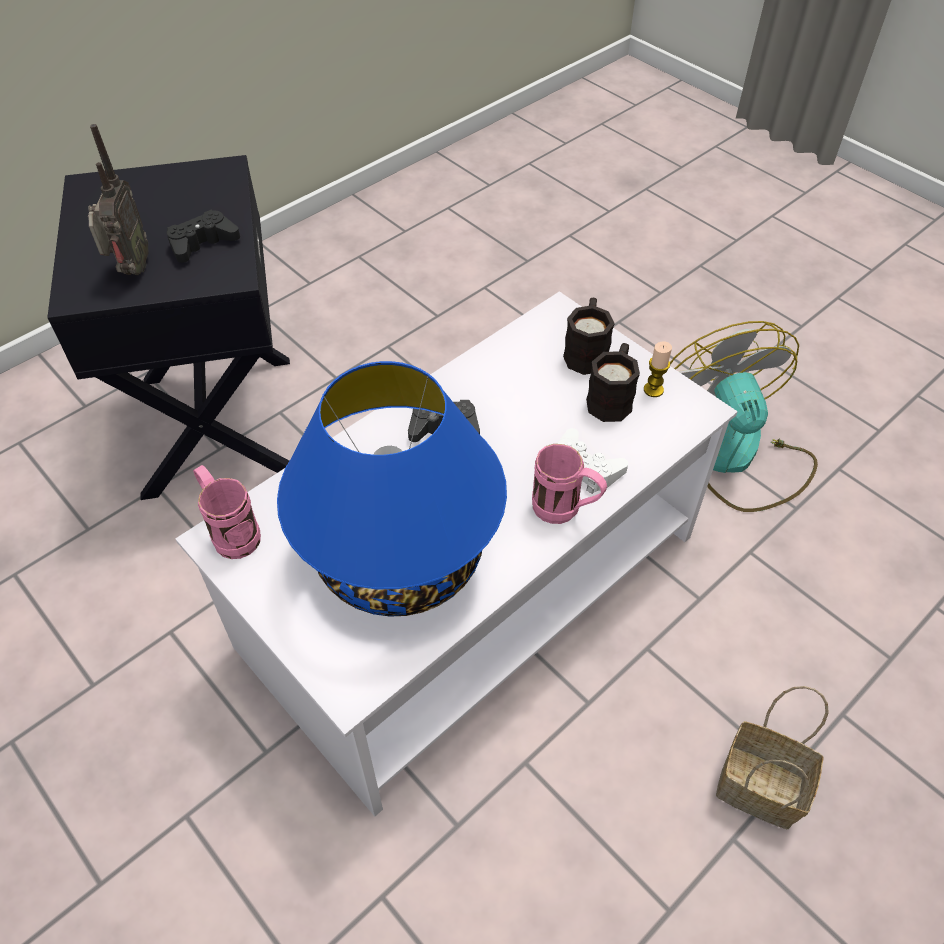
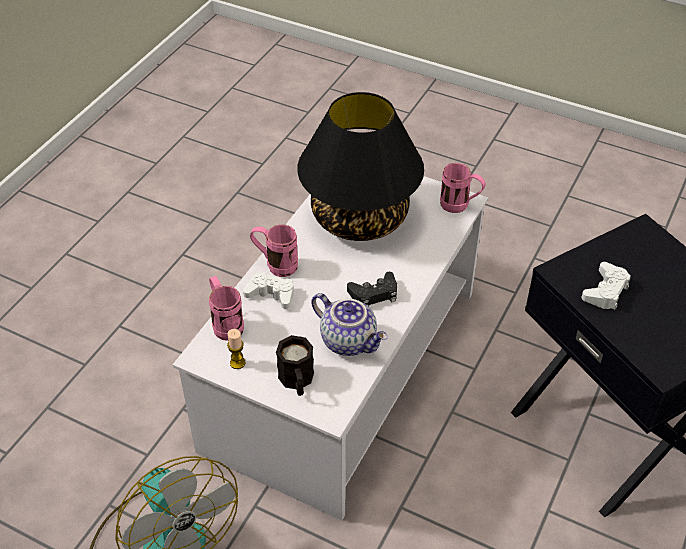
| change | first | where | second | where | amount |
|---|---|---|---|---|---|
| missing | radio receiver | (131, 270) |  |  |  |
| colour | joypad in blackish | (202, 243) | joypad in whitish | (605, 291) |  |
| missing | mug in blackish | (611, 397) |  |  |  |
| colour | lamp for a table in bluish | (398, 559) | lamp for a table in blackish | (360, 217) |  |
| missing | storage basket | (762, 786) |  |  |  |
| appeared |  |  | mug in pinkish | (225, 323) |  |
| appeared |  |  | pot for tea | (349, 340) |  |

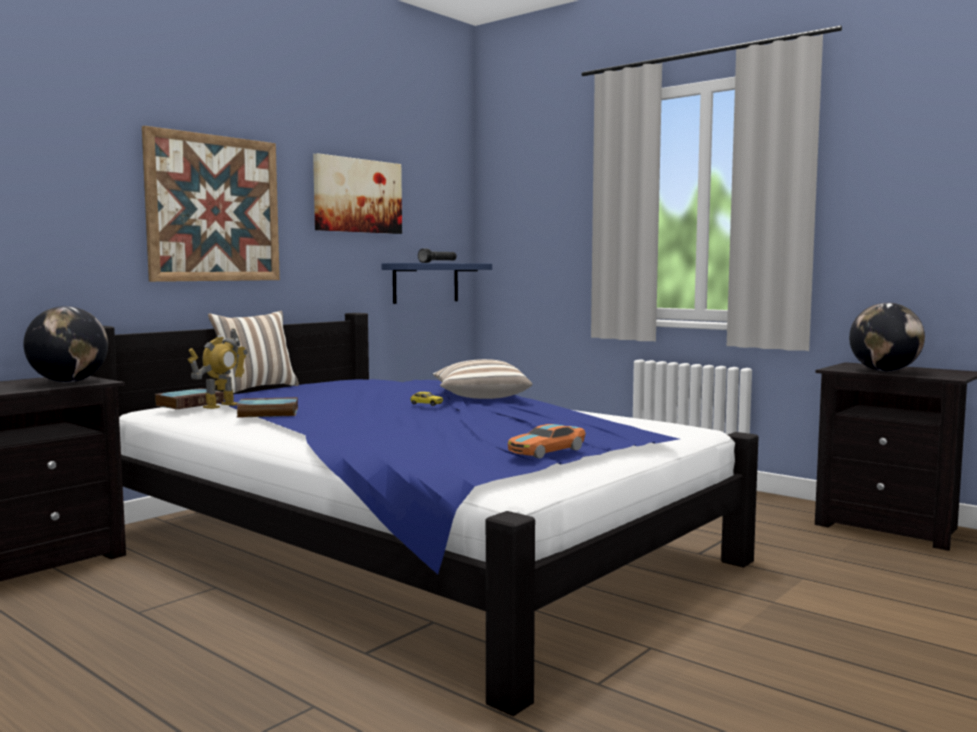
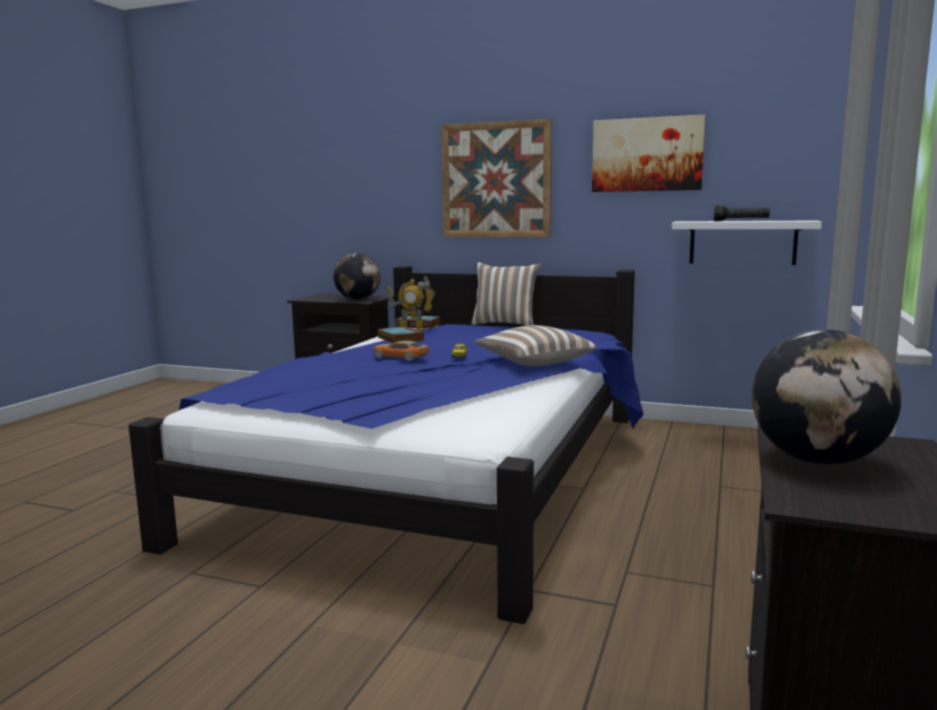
| change | first | where | second | where | amount |
|---|---|---|---|---|---|
| colour | wall shelf in bluish | (426, 282) | wall shelf in whitish | (742, 242) |  |
| relocated | model car | (546, 451) |  | (400, 357) |  |

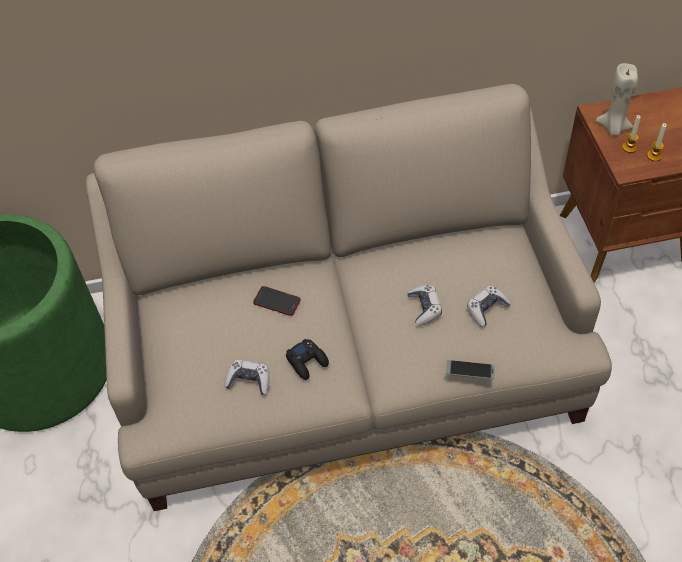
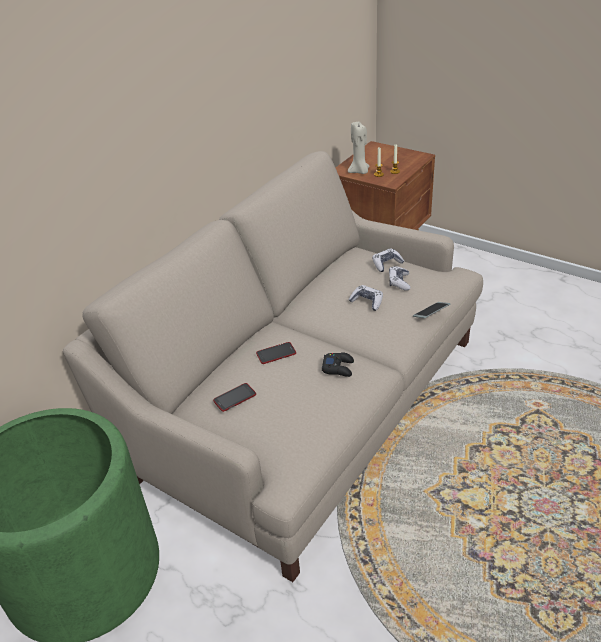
| change | first | where | second | where | amount |
|---|---|---|---|---|---|
| relocated | joypad | (249, 380) |  | (386, 264) |  |
| appeared |  |  | telephone | (234, 398) |  |

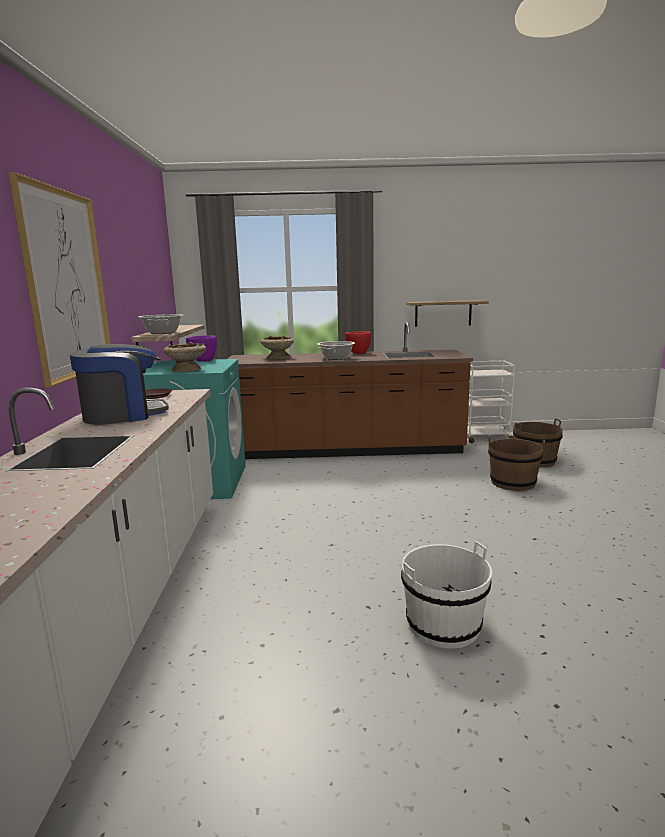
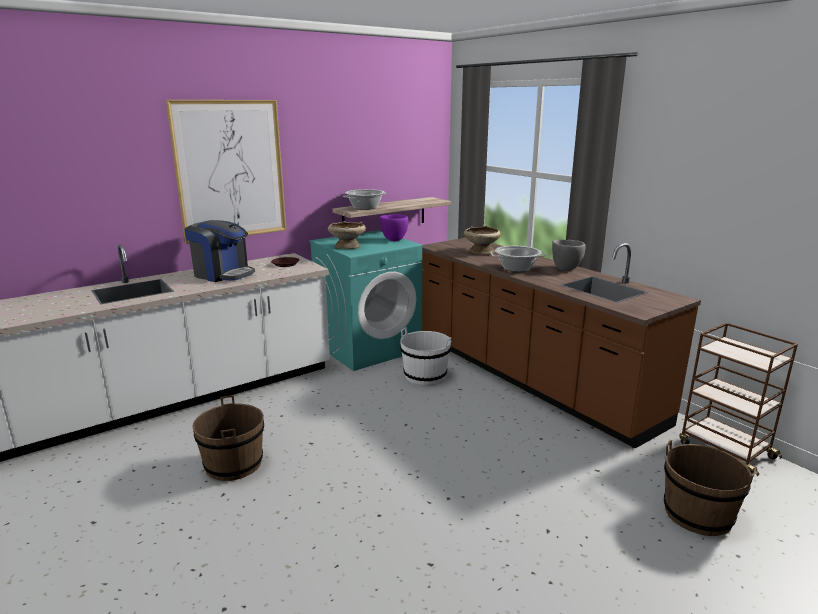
| change | first | where | second | where | amount |
|---|---|---|---|---|---|
| missing | wall shelf | (443, 313) |  |  |  |
| colour | bowl in reddish | (358, 353) | bowl in grey | (566, 268) |  |
| colour | wheeled cart in whitish | (485, 438) | wheeled cart in brown-coloured | (724, 450) |  |
| relocated | bucket in brown-coloured | (512, 482) |  | (234, 464) |  |
| relocated | bucket in whitish | (443, 624) |  | (425, 375) |  |

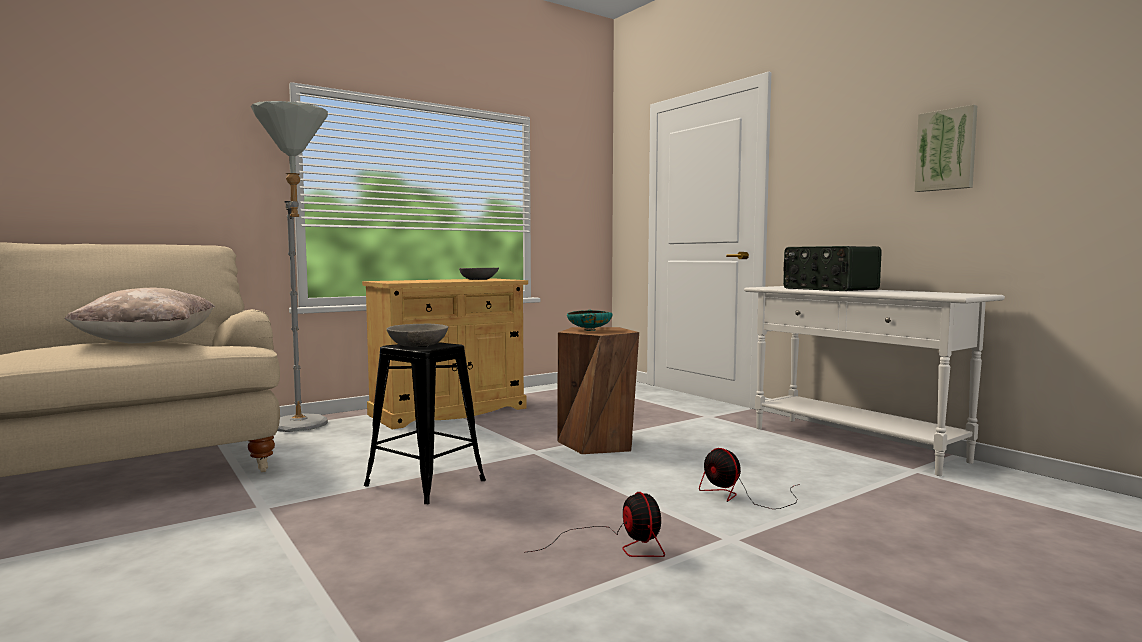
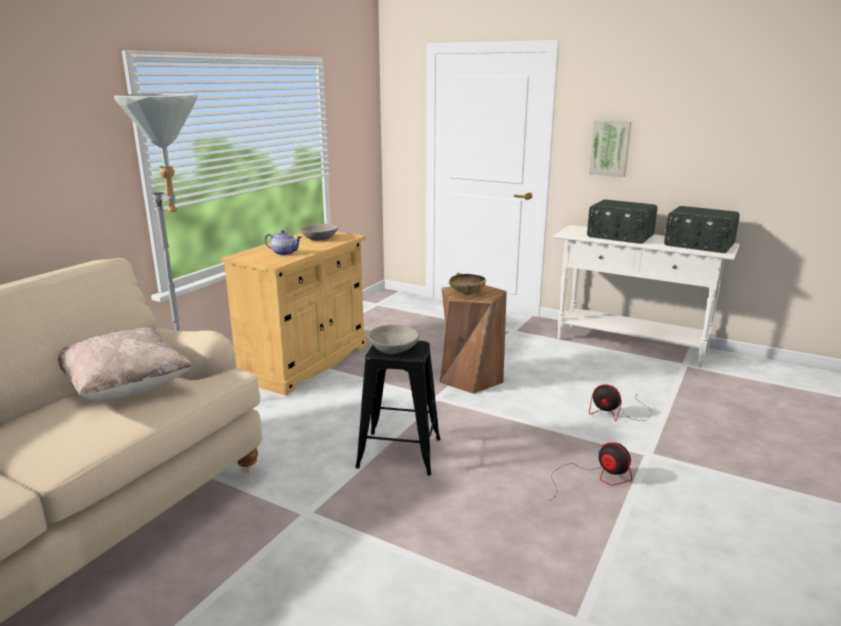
| change | first | where | second | where | amount |
|---|---|---|---|---|---|
| relocated | wall art | (946, 150) |  | (610, 148) |  |
| colour | bowl in blue-green | (589, 330) | bowl in beige | (467, 293) |  |
| appeared |  |  | radio receiver | (698, 245) |  |
| appeared |  |  | pot for tea | (284, 253) |  |

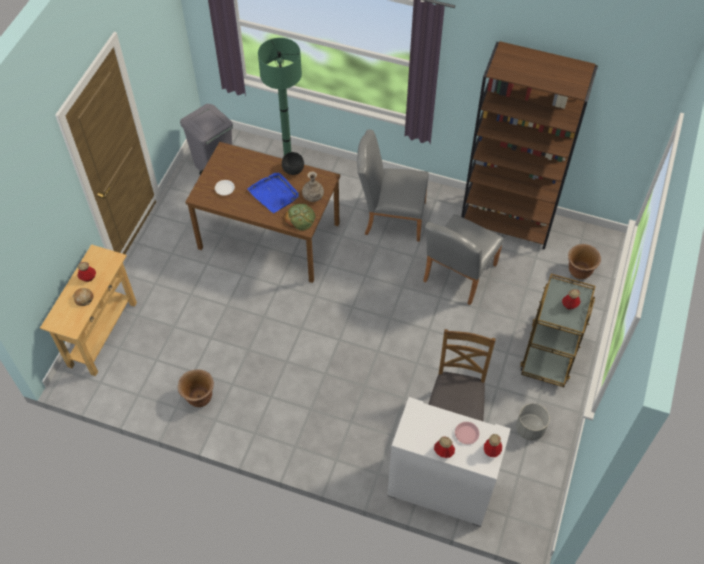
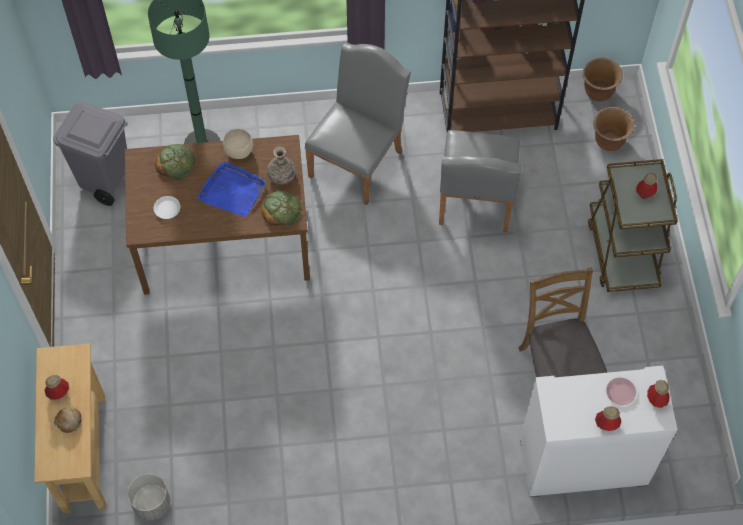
| change | first | where | second | where | amount |
|---|---|---|---|---|---|
| spun | upright chair in grey | (390, 216) |  | (359, 159) | 135 degrees clockwise |
| colour | bowl in blackish | (293, 169) | bowl in beige | (238, 151) |  |
| relocated | flower pot in brown-coloured | (199, 398) |  | (598, 92) |  |
| relocated | flower pot in grey | (529, 428) |  | (151, 503) |  |
| appeared |  |  | baked bread | (176, 163) |  |

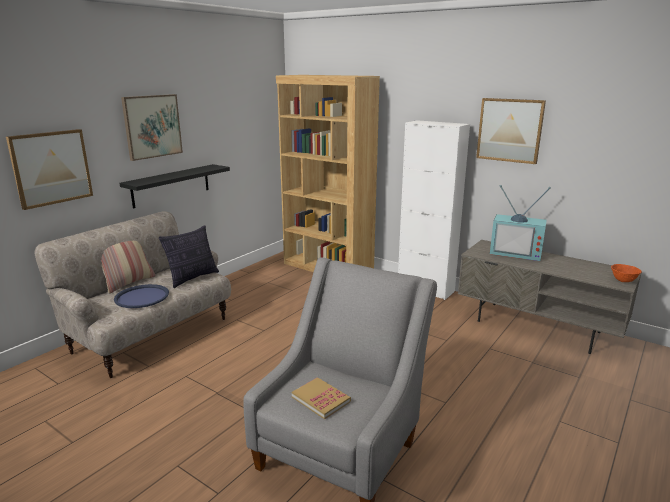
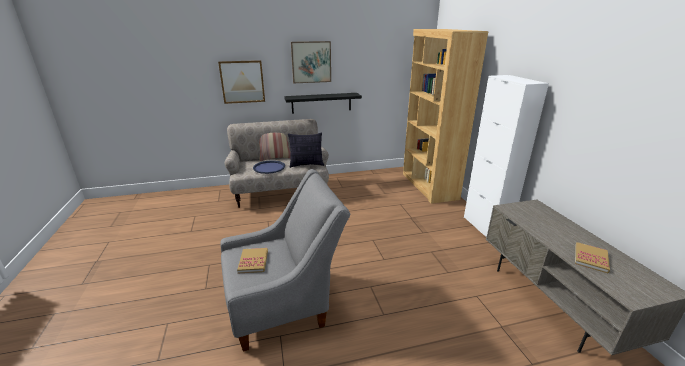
| change | first | where | second | where | amount |
|---|---|---|---|---|---|
| missing | wall art | (510, 130) |  |  |  |
| missing | TV set | (516, 252) |  |  |  |
| missing | bowl in orange | (623, 280) |  |  |  |
| appeared |  |  | bound book | (591, 258) |  |

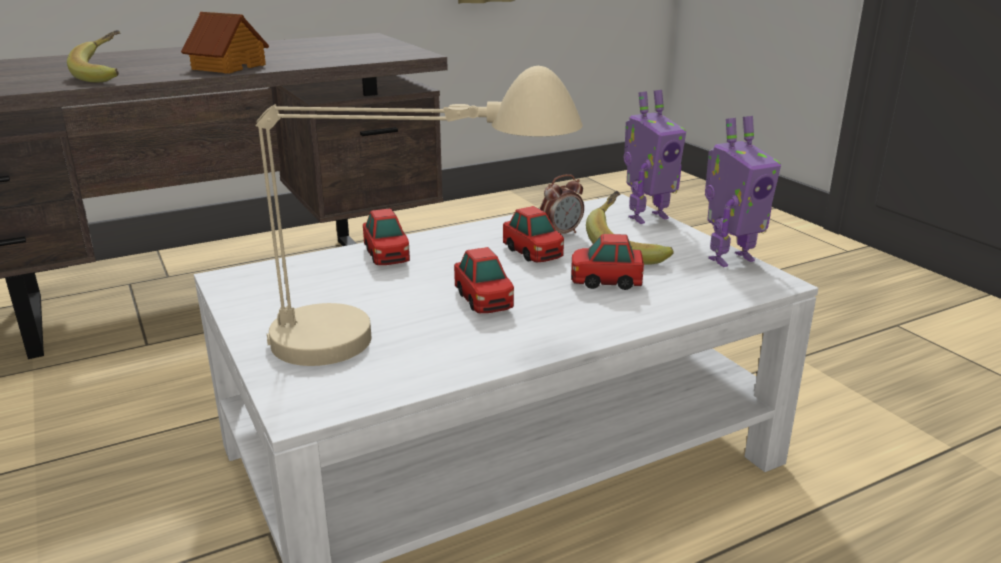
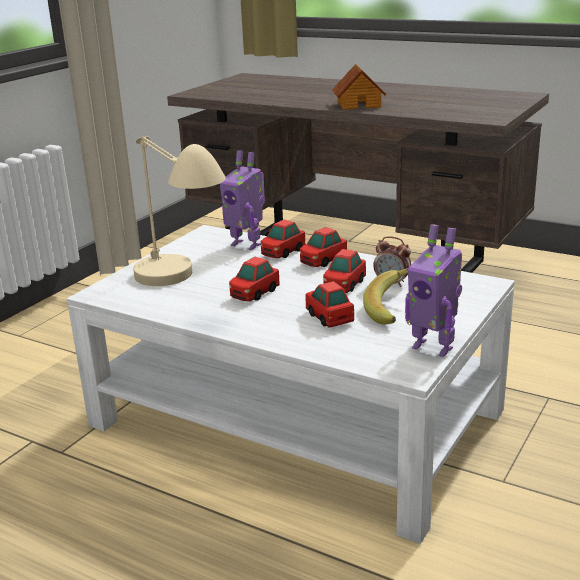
| change | first | where | second | where | amount |
|---|---|---|---|---|---|
| missing | banana | (109, 76) |  |  |  |
| relocated | model robot | (646, 217) |  | (247, 244) |  |
| appeared |  |  | model car | (323, 260) |  |

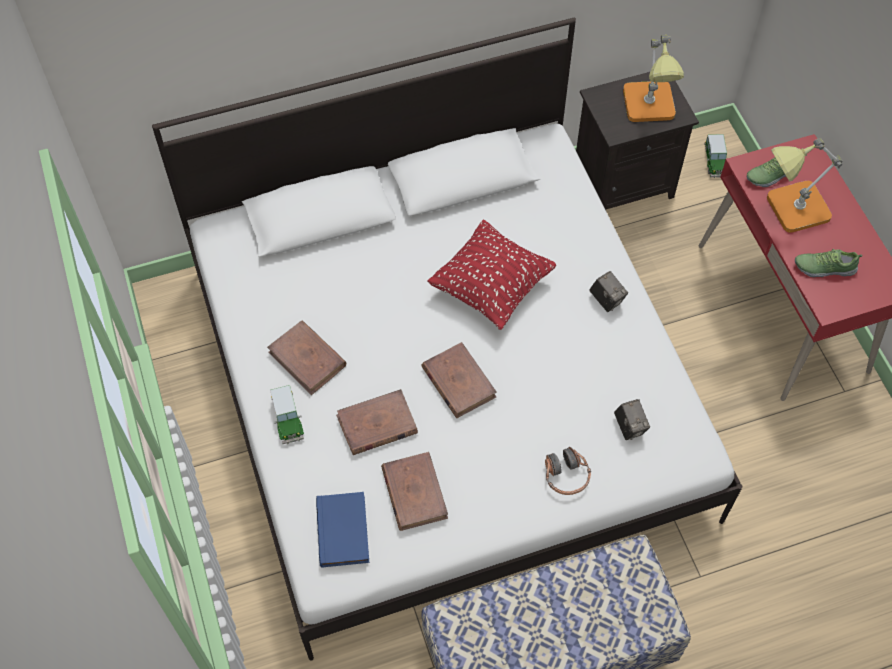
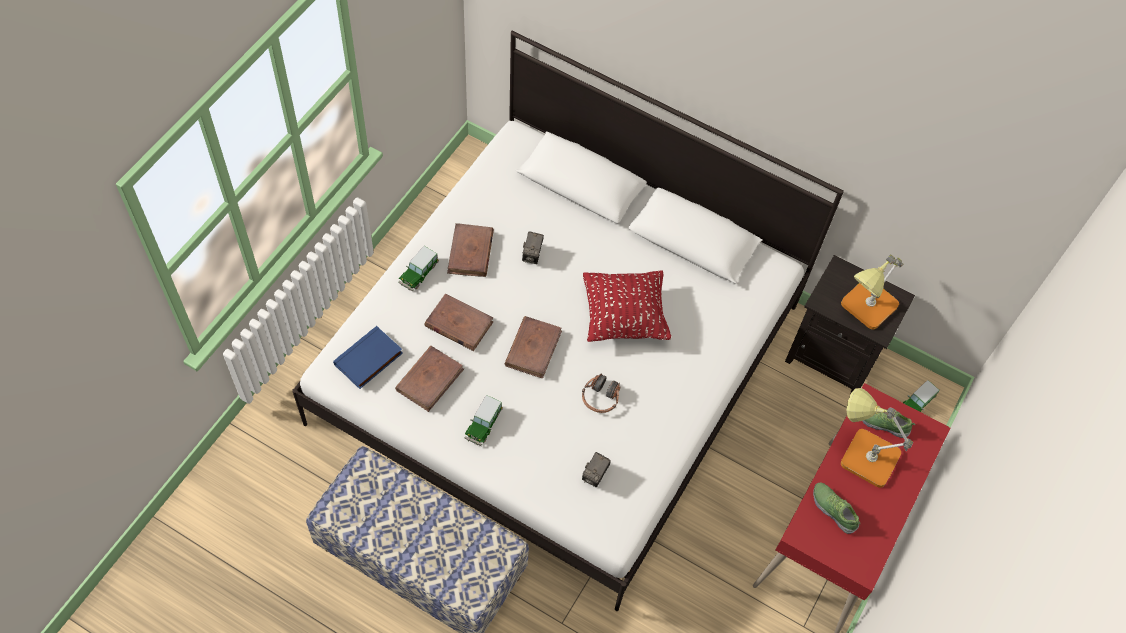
| change | first | where | second | where | amount |
|---|---|---|---|---|---|
| relocated | still camera | (606, 300) |  | (532, 255) |  |
| relocated | headphones | (566, 476) |  | (600, 398) |  |
| appeared |  |  | model car | (483, 425) |  |

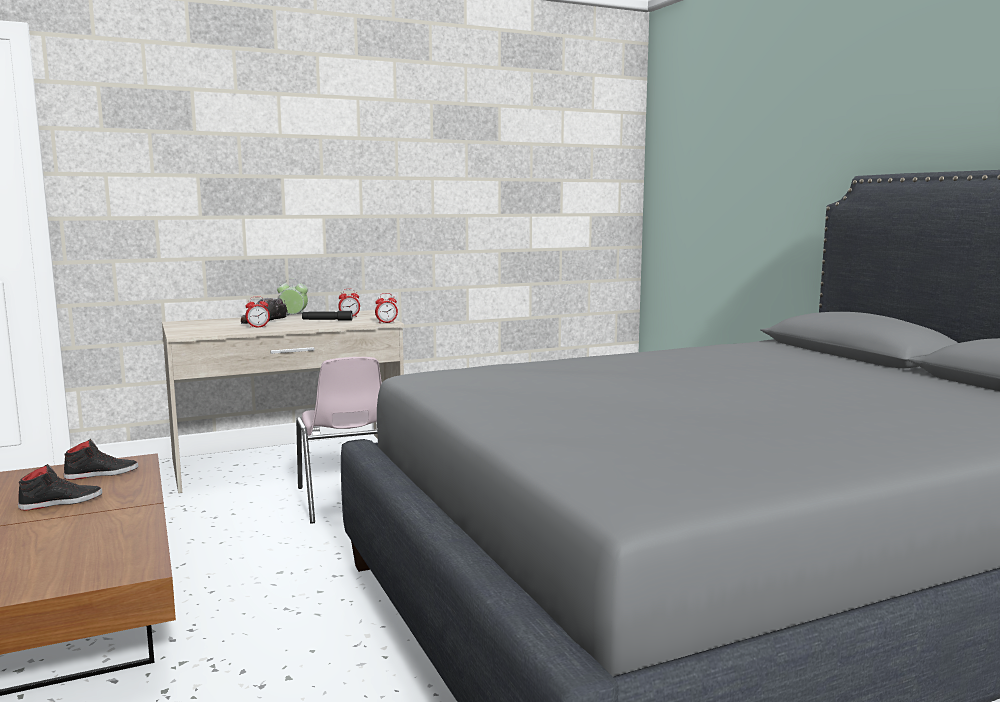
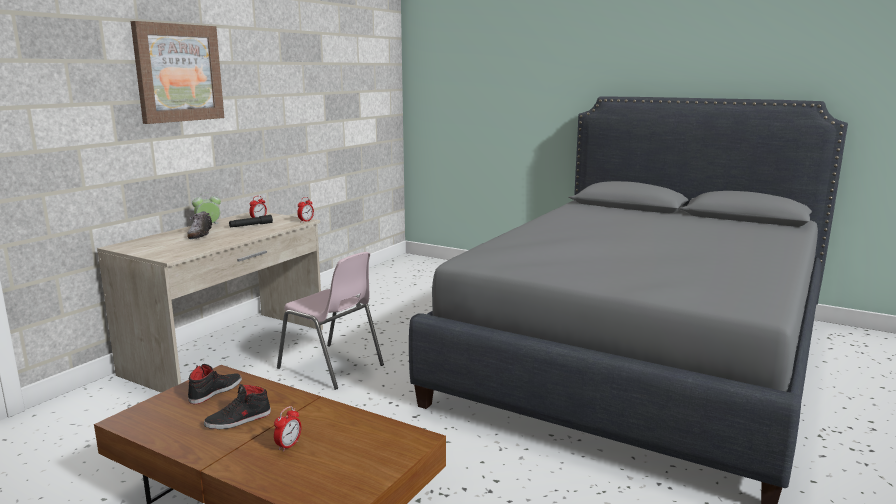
| change | first | where | second | where | amount |
|---|---|---|---|---|---|
| relocated | alarm clock | (258, 327) |  | (288, 445) |  |
| spun | shoe in blackish | (61, 502) |  | (238, 420) | 150 degrees counterclockwise |
| appeared |  |  | wall art | (178, 73) |  |

